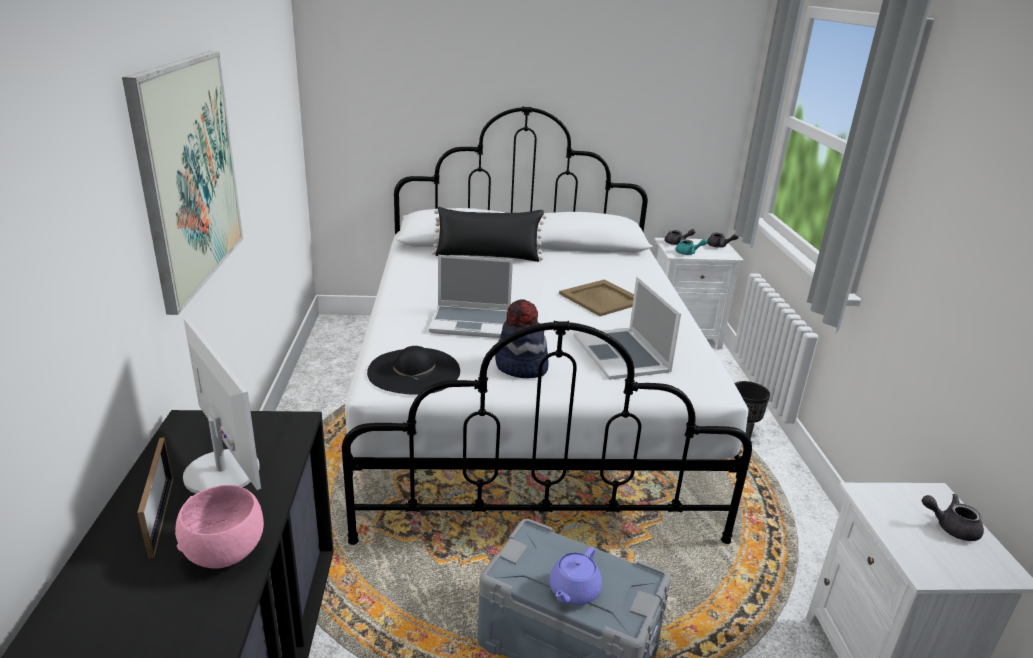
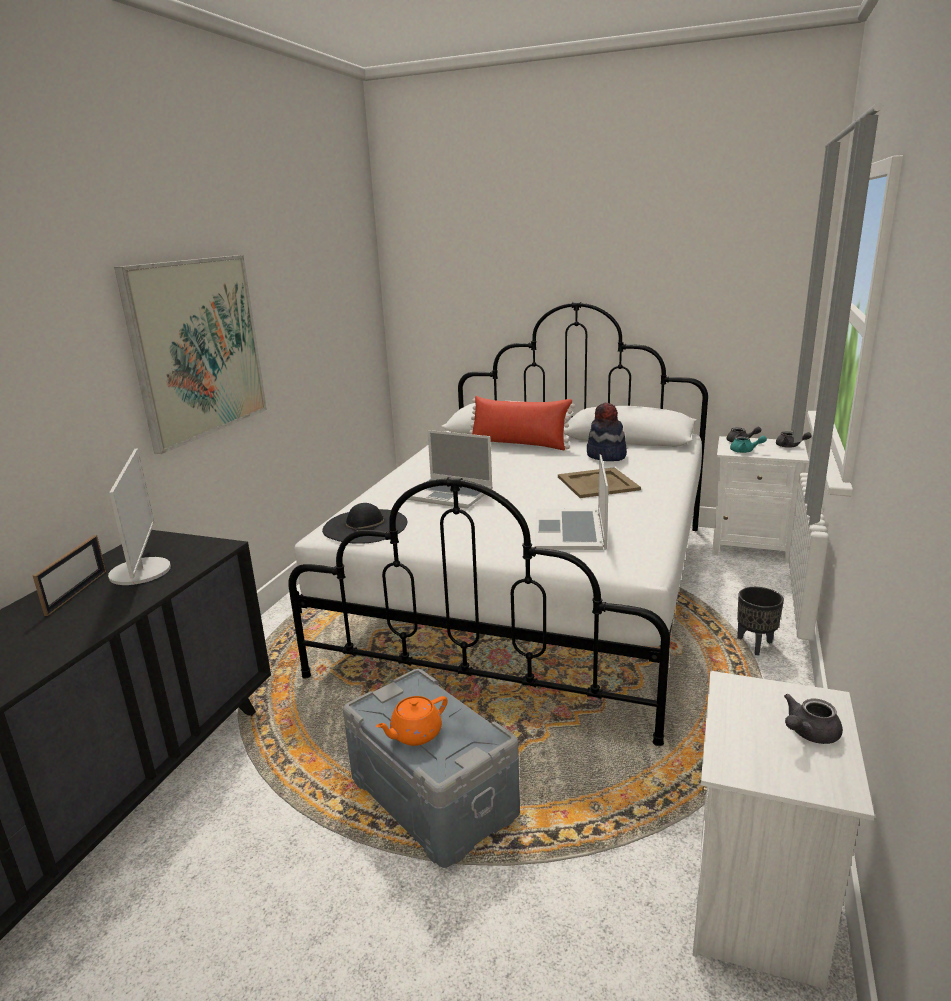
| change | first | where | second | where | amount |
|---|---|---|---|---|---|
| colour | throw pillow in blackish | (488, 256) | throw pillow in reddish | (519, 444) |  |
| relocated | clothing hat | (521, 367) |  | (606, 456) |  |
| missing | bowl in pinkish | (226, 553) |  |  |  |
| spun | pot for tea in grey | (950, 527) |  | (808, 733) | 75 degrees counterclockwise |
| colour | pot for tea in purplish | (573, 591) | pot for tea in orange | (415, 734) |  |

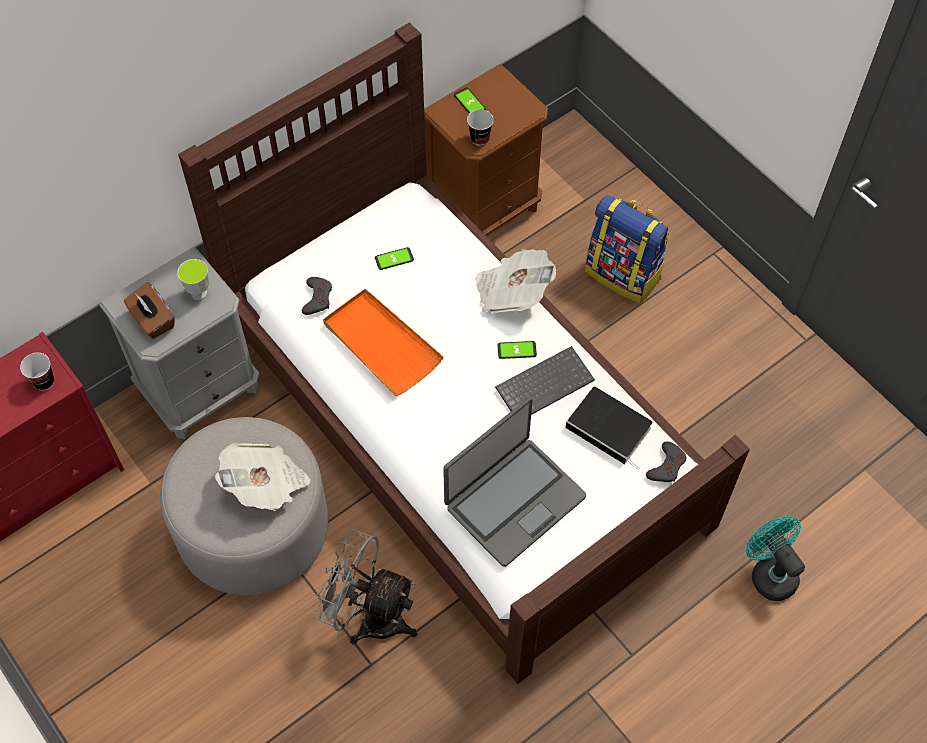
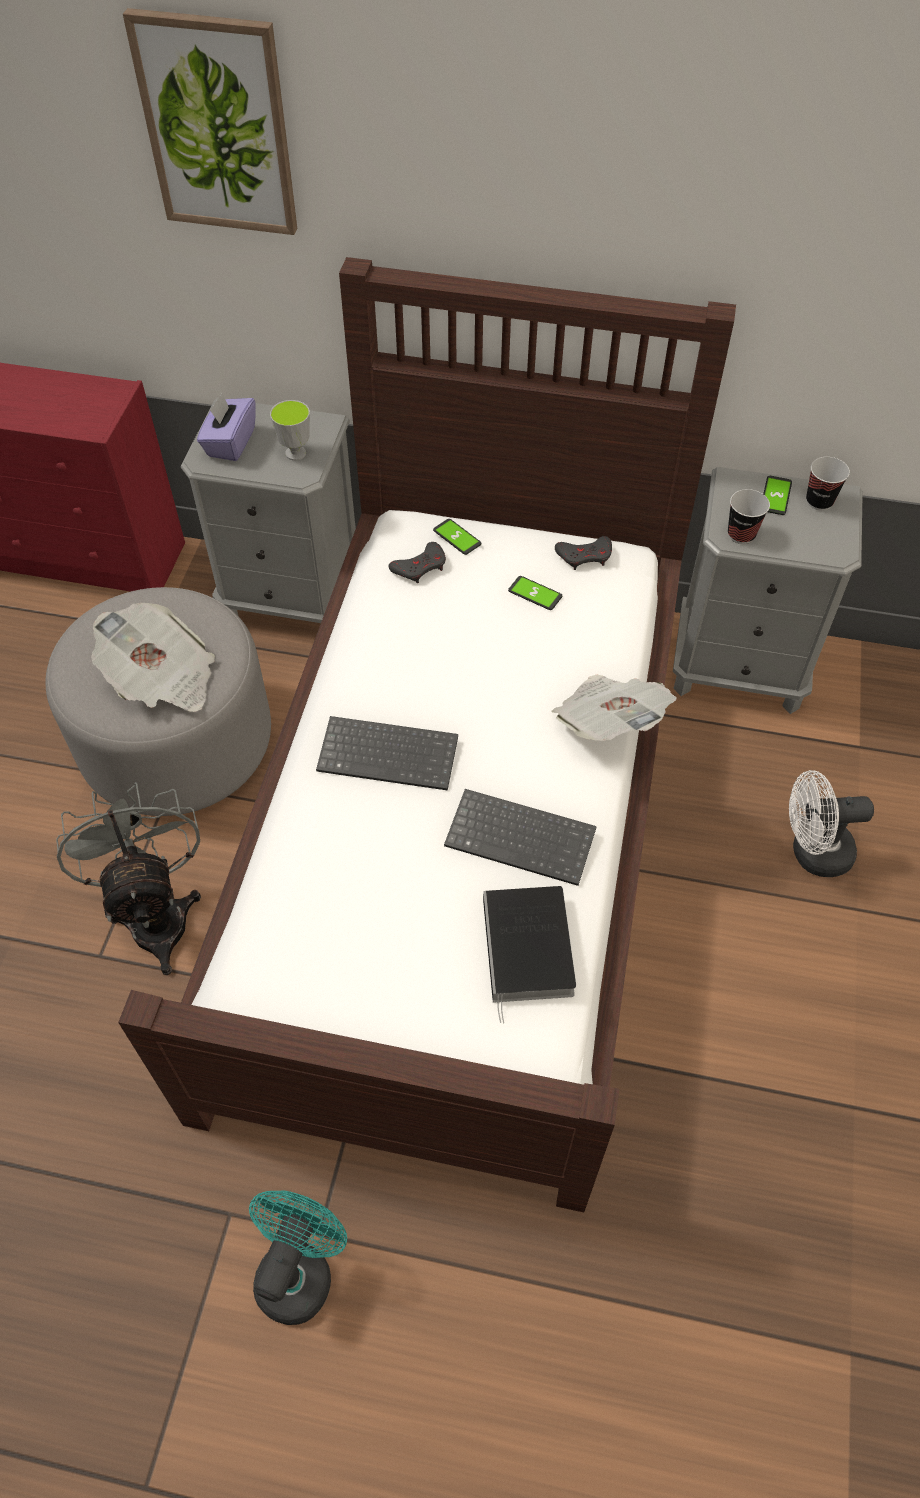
| change | first | where | second | where | amount |
|---|---|---|---|---|---|
| colour | nightstand in brown-coloured | (484, 209) | nightstand in grey | (739, 667) |  |
| exchanged | rucksack | (624, 274) | fan in whitish | (812, 853) |  |
| colour | tissue holder in brown-coloured | (152, 320) | tissue holder in purplish | (230, 443) |  |
| missing | serving tray in orange | (381, 344) |  |  |  |
| relocated | telephone | (517, 350) |  | (457, 537) |  |
| relocated | drinking cup | (44, 381) |  | (819, 501) |  |
| missing | portable computer | (514, 501) |  |  |  |
| relocated | joypad in grey | (666, 466) |  | (585, 556) |  |
| relocated | fan in blue-green | (769, 572) |  | (298, 1269) |  |
| appeared |  |  | wall art | (217, 125) |  |
| appeared |  |  | keyboard | (390, 753) |  |

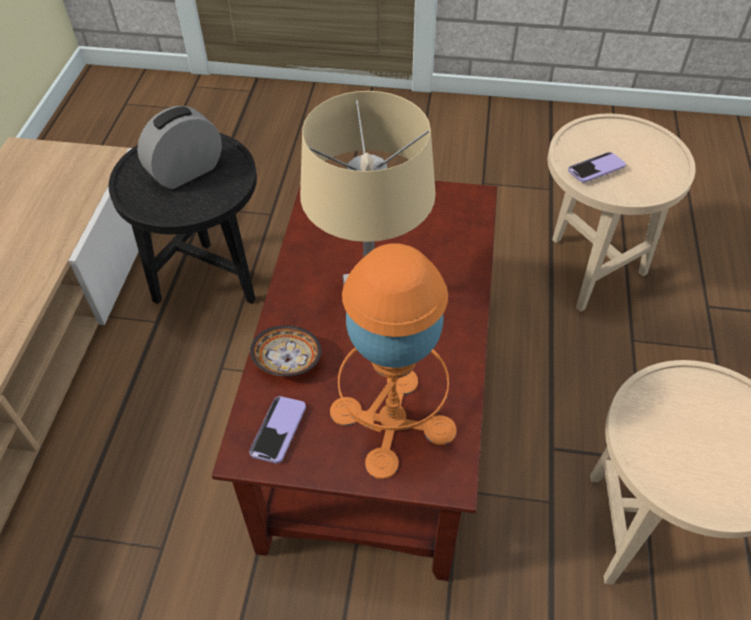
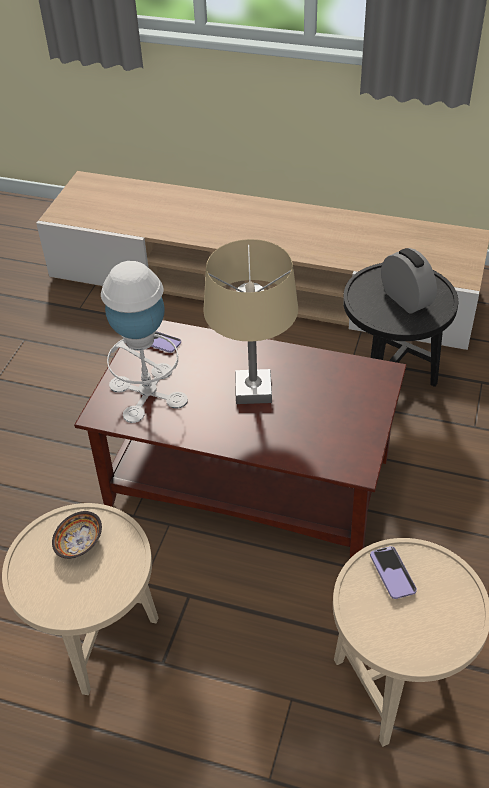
| change | first | where | second | where | amount |
|---|---|---|---|---|---|
| colour | lamp for a table in orange | (392, 421) | lamp for a table in whitish | (148, 392) |  |
| relocated | bowl | (287, 361) |  | (79, 543) |  |

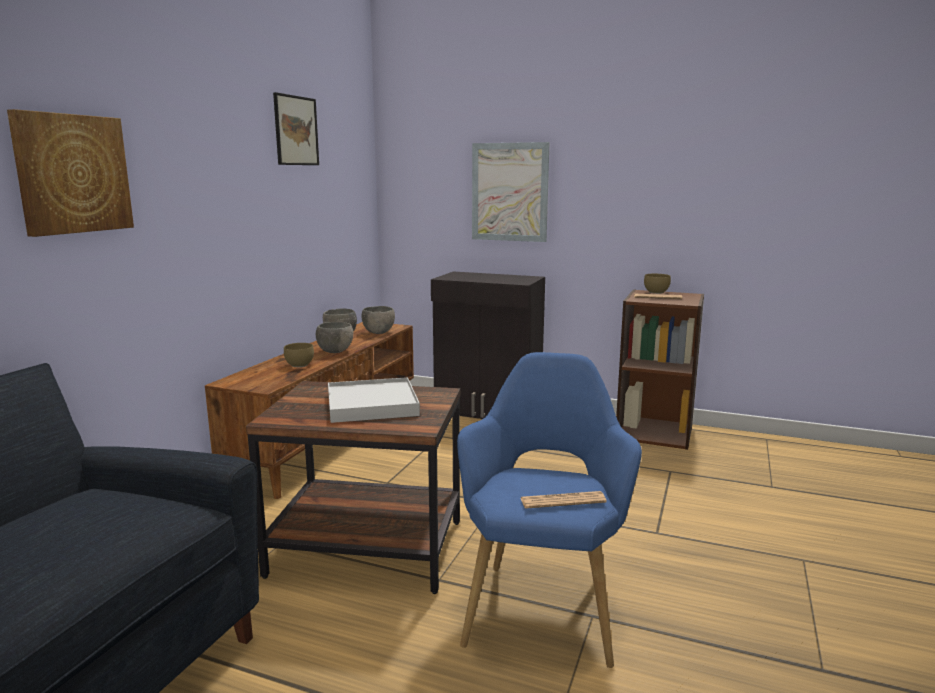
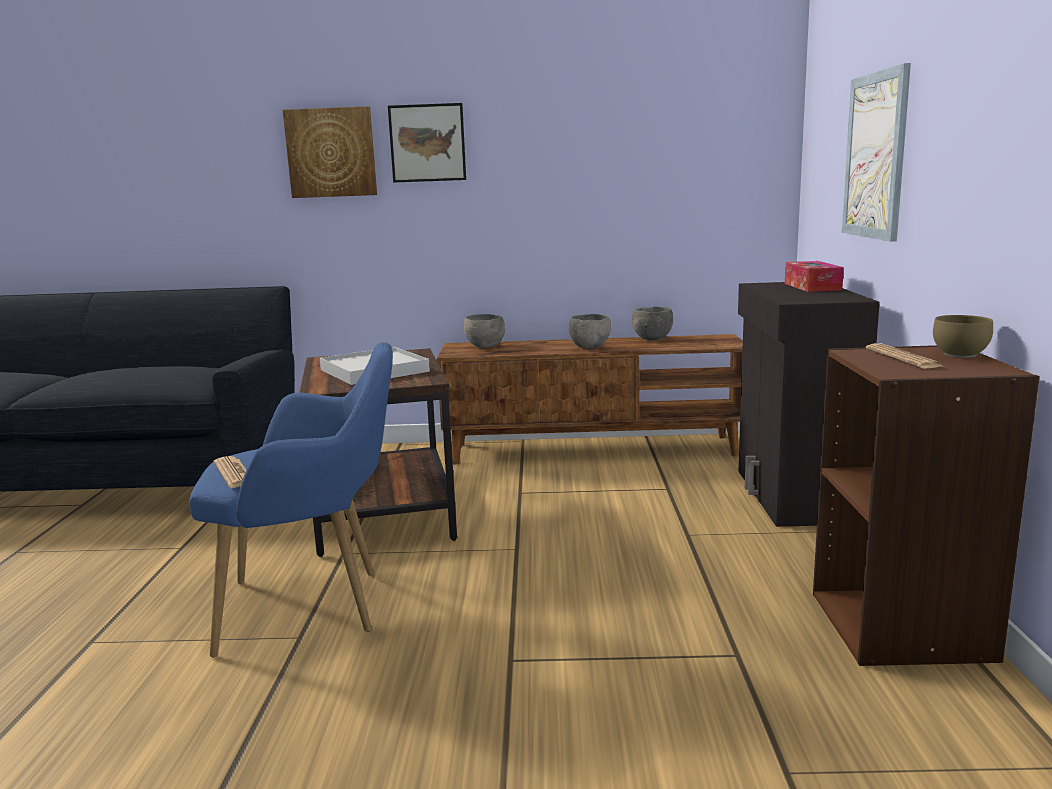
| change | first | where | second | where | amount |
|---|---|---|---|---|---|
| relocated | wall art | (296, 130) |  | (427, 143) |  |
| relocated | bowl in grey | (379, 332) |  | (485, 347) |  |
| missing | bowl in brown-coloured | (298, 365) |  |  |  |
| appeared |  |  | tissue holder | (812, 286) |  |

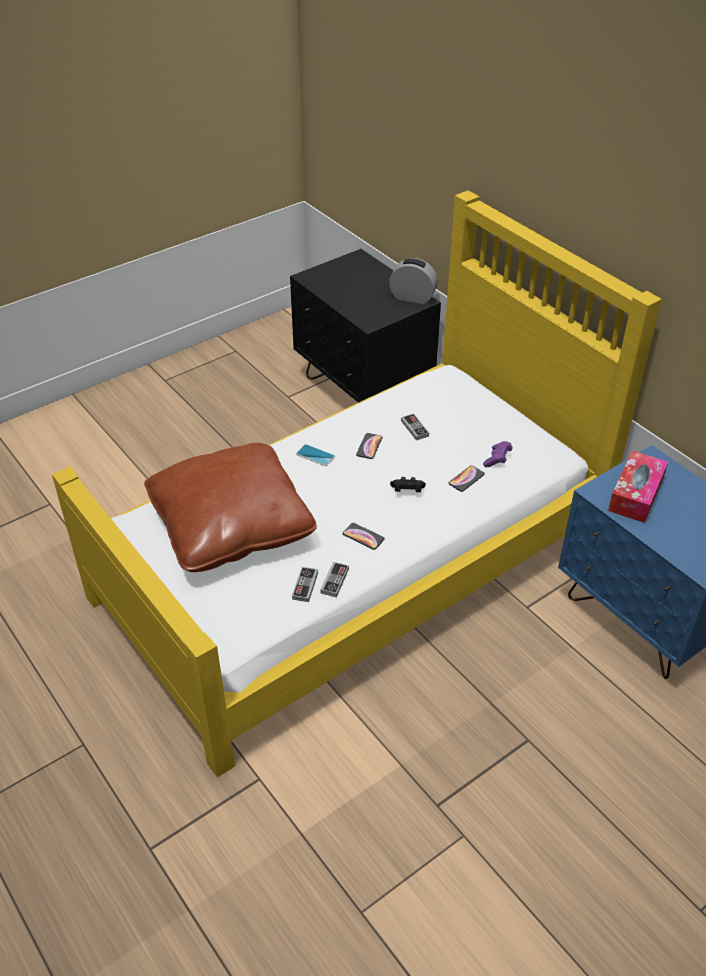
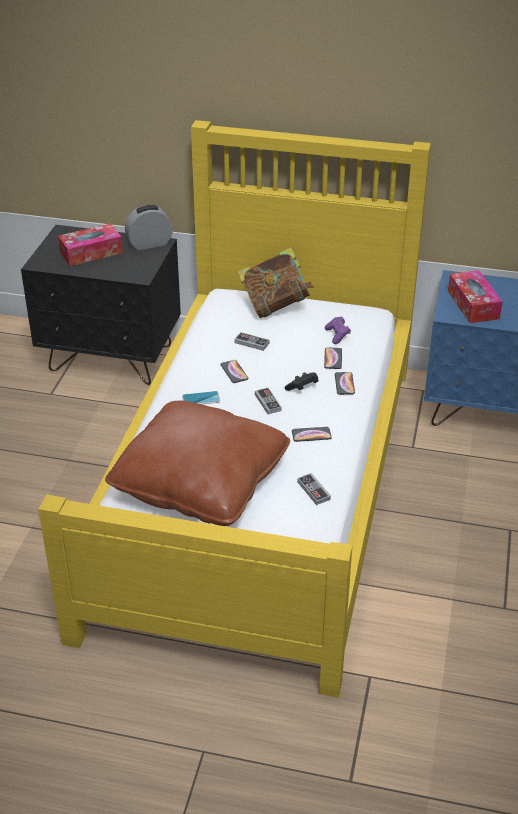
| change | first | where | second | where | amount |
|---|---|---|---|---|---|
| relocated | joypad | (334, 581) |  | (268, 402) |  |
| appeared |  |  | tissue holder | (91, 252) |  |
| appeared |  |  | bound book | (275, 305) |  |
| appeared |  |  | telephone | (344, 384) |  |

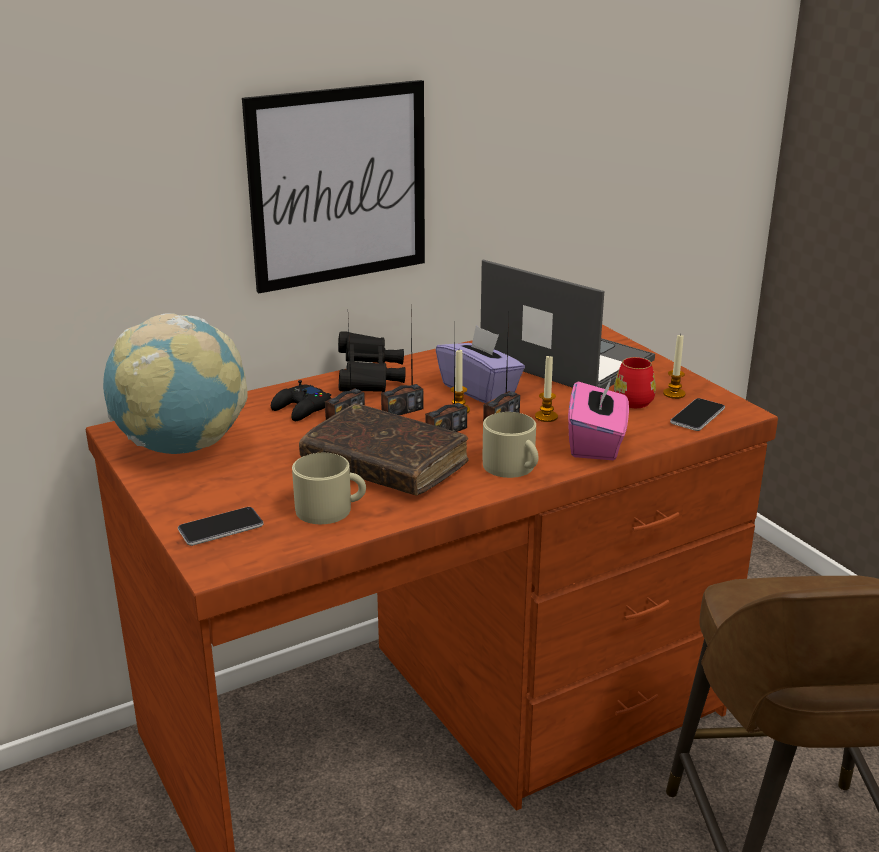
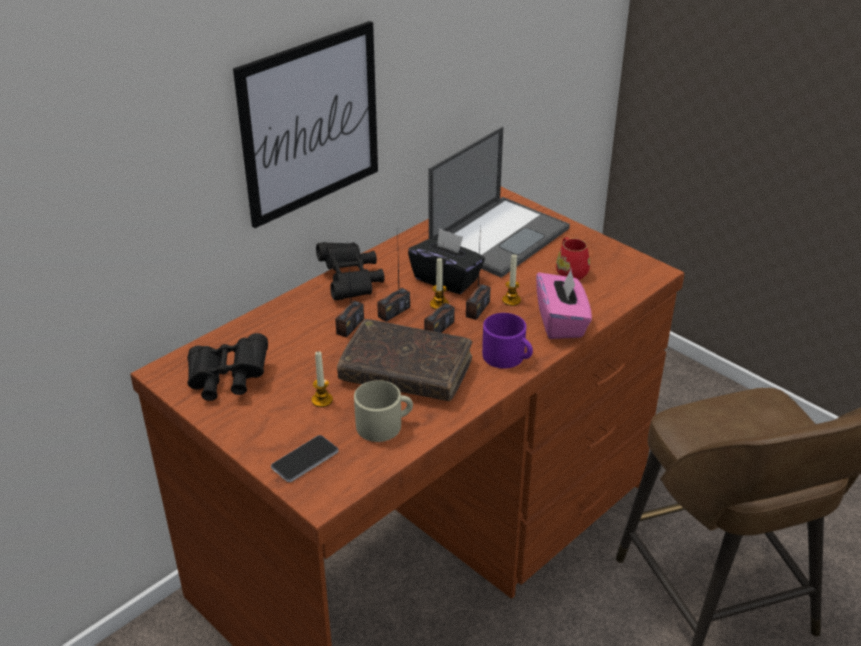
| change | first | where | second | where | amount |
|---|---|---|---|---|---|
| spun | portable computer | (564, 359) |  | (499, 235) | 105 degrees clockwise |
| exchanged | globe | (182, 446) | field glasses in blackish | (227, 380) |  |
| colour | tissue holder in purplish | (480, 389) | tissue holder in blackish | (446, 279) |  |
| relocated | wax candle | (674, 394) |  | (322, 400) |  |
| missing | joypad in blackish | (301, 409) |  |  |  |
| missing | telephone | (697, 416) |  |  |  |
| colour | mug in beige | (513, 467) | mug in purplish | (508, 357) |  |

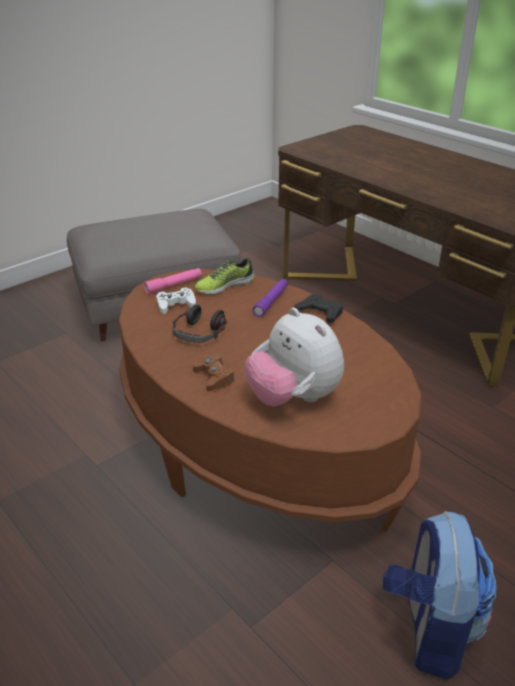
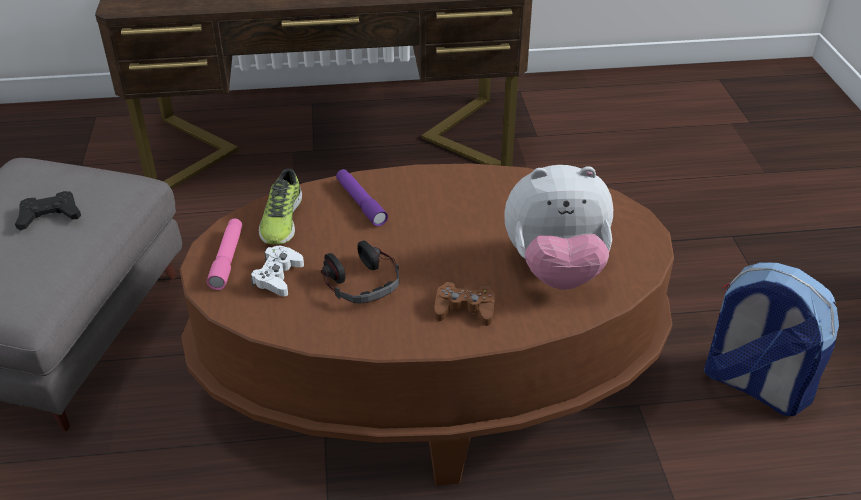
| change | first | where | second | where | amount |
|---|---|---|---|---|---|
| relocated | joypad in blackish | (320, 312) |  | (49, 216) |  |

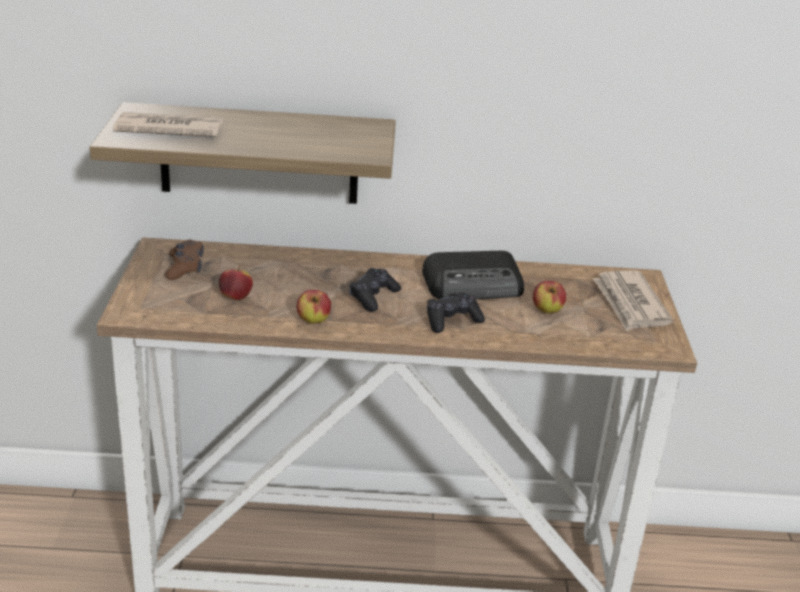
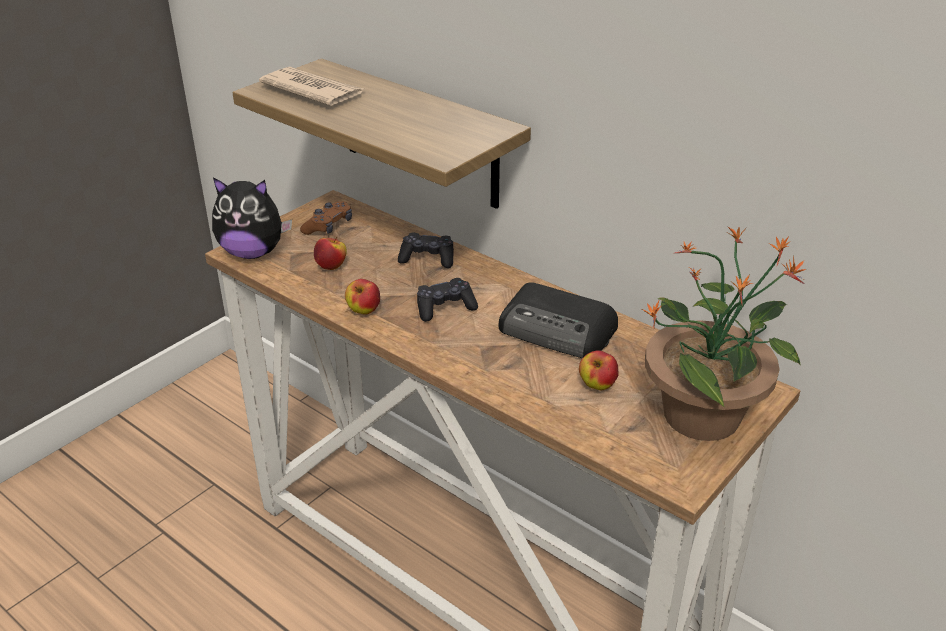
| change | first | where | second | where | amount |
|---|---|---|---|---|---|
| exchanged | printed paper | (630, 304) | plant in a pot | (704, 414) |  |
| relocated | joypad in blackish | (452, 321) |  | (427, 258) |  |
| appeared |  |  | soft toy | (253, 252) |  |

